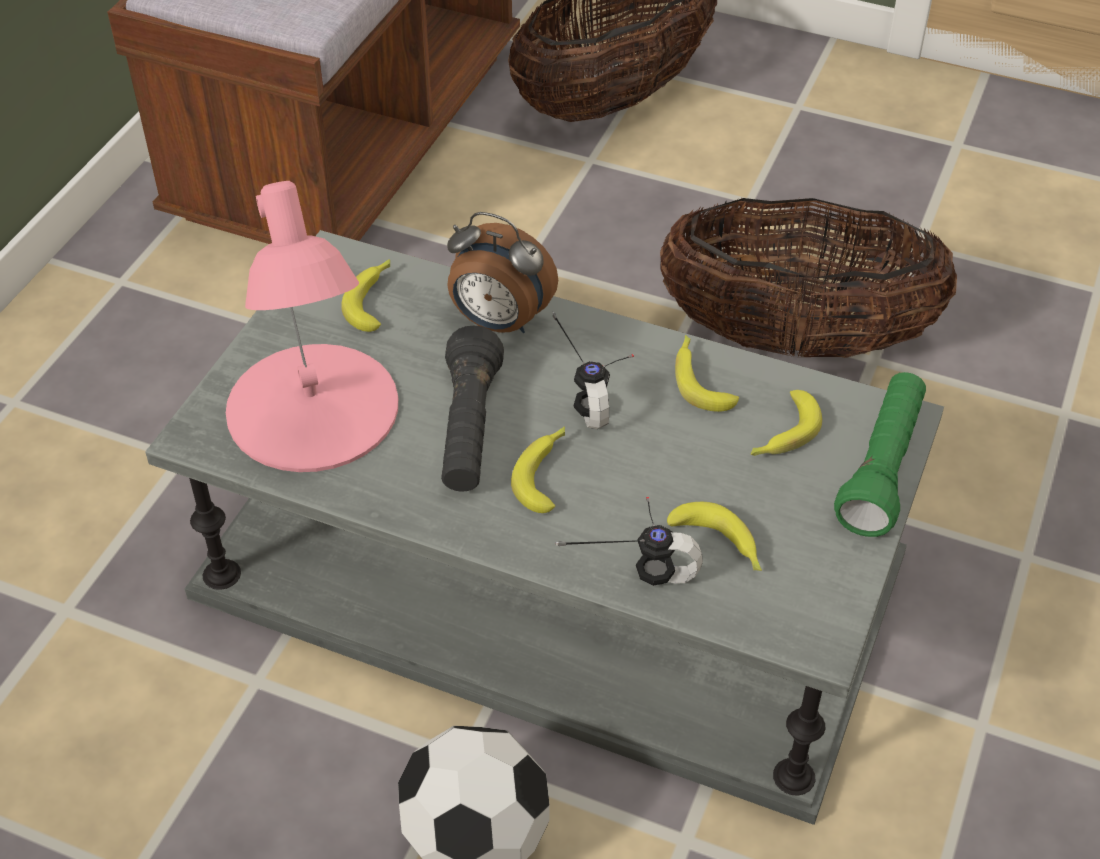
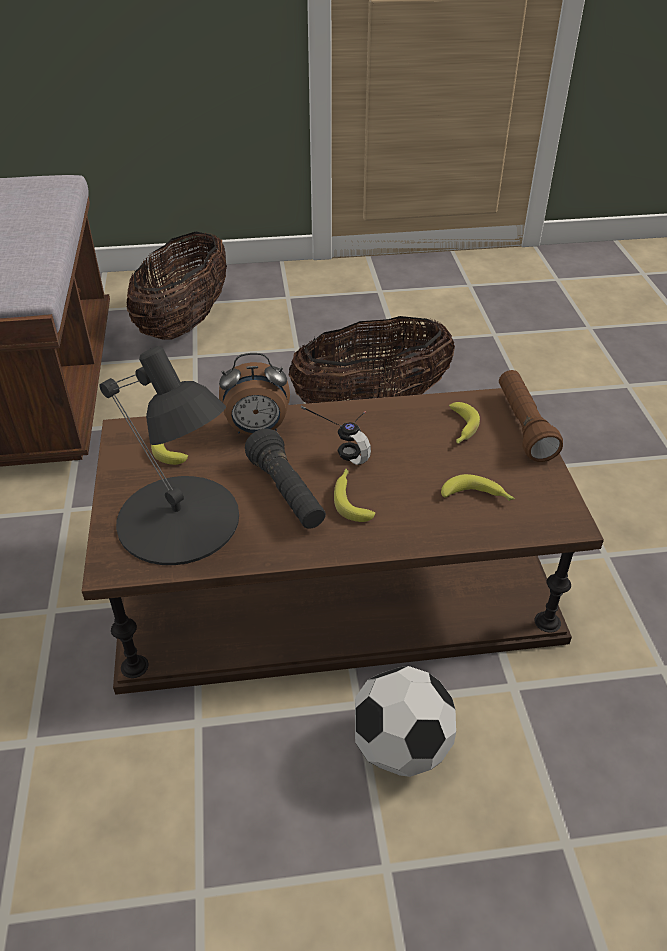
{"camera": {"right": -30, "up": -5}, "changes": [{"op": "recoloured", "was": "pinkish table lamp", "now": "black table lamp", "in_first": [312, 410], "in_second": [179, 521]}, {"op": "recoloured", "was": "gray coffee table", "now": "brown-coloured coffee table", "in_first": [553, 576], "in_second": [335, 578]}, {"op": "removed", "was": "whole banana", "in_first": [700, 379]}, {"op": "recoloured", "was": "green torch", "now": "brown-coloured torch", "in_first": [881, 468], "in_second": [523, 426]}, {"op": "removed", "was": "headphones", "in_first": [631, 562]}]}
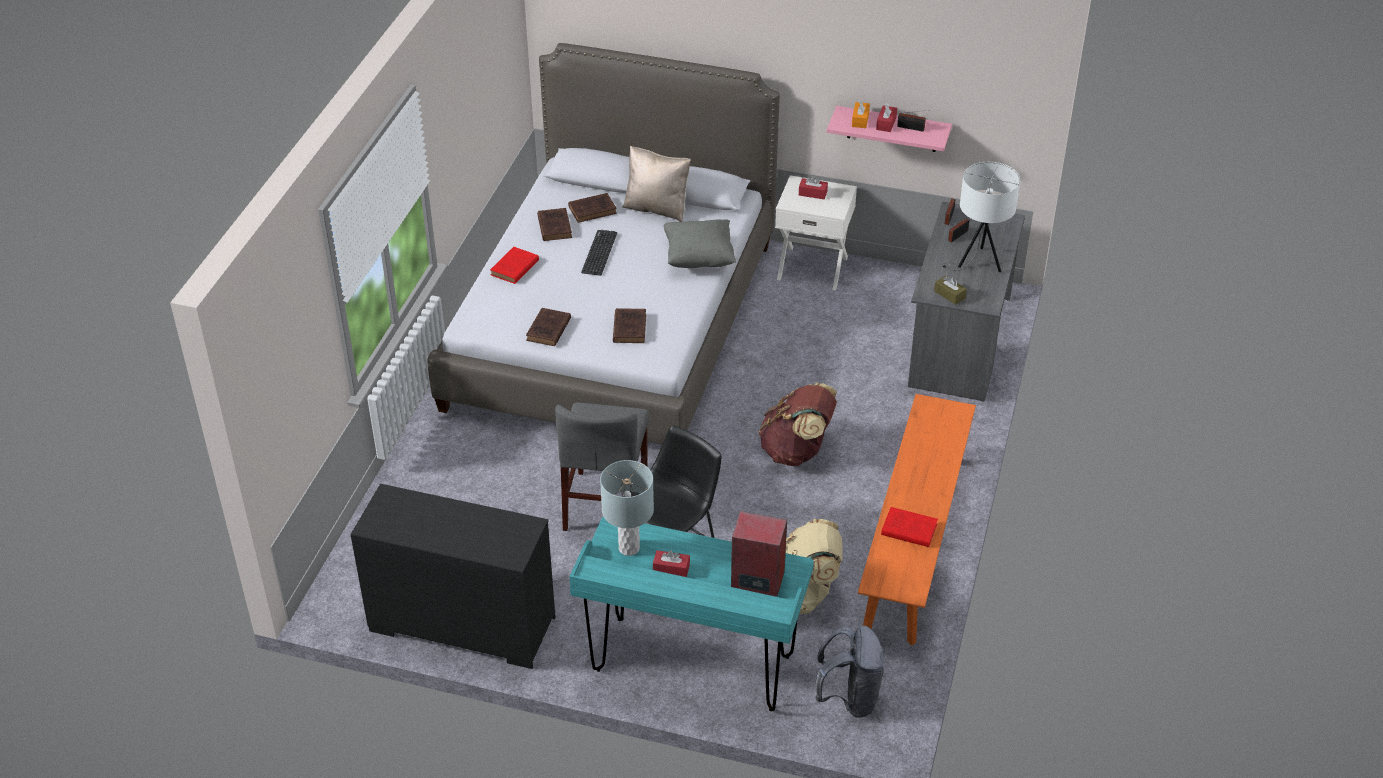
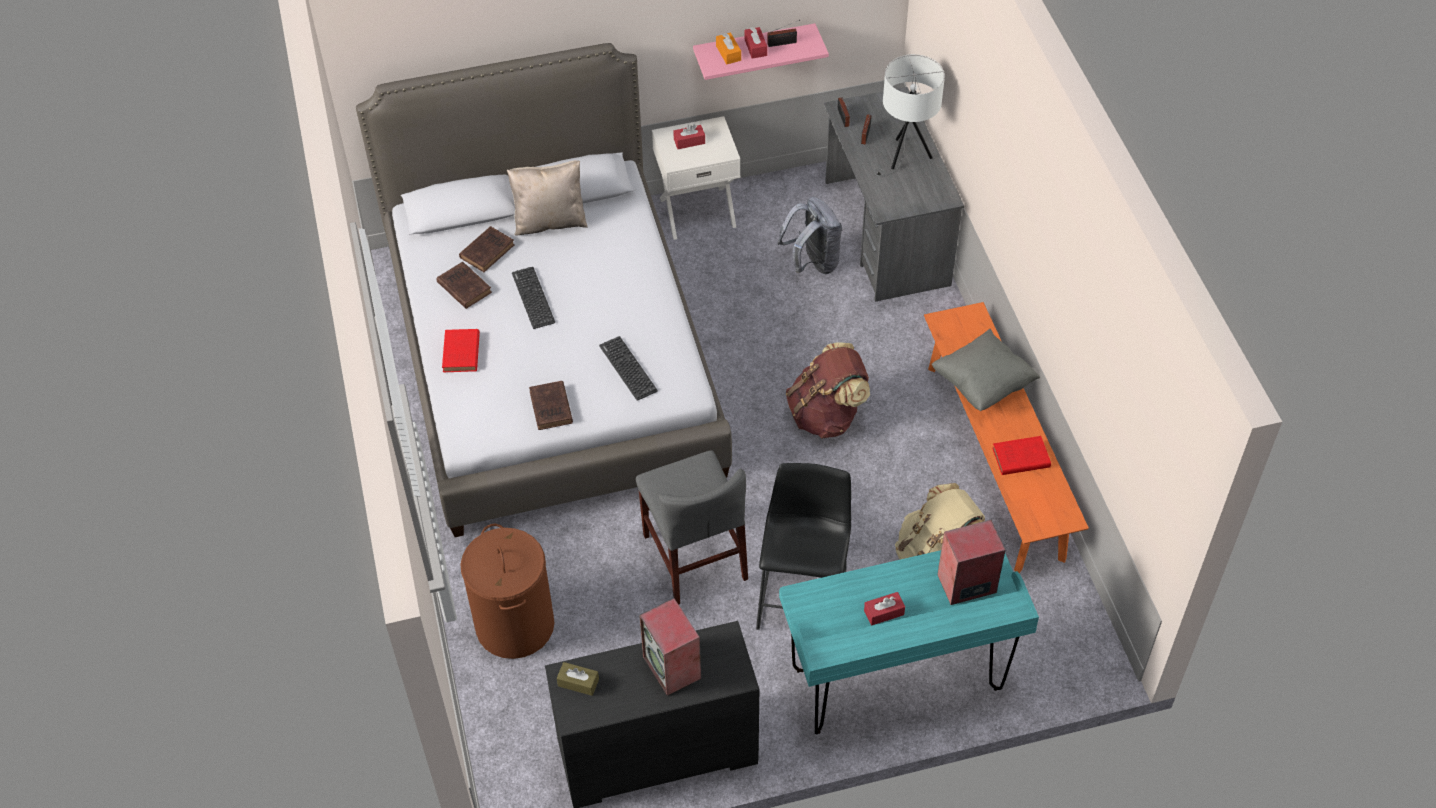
{"camera": {"right": -30, "up": 10}, "changes": [{"op": "moved", "was": "gray pillow", "in_first": [699, 258], "in_second": [983, 384]}, {"op": "moved", "was": "brown-coloured tissue holder", "in_first": [949, 295], "in_second": [578, 682]}, {"op": "replaced", "was": "brown-coloured book", "now": "keyboard", "in_first": [629, 327], "in_second": [628, 368]}, {"op": "removed", "was": "gray table lamp", "in_first": [629, 548]}, {"op": "moved", "was": "gray rucksack", "in_first": [850, 698], "in_second": [812, 263]}, {"op": "added", "now": "brown-coloured washing basket", "in_second": [514, 625]}, {"op": "added", "now": "audio speaker", "in_second": [673, 668]}]}
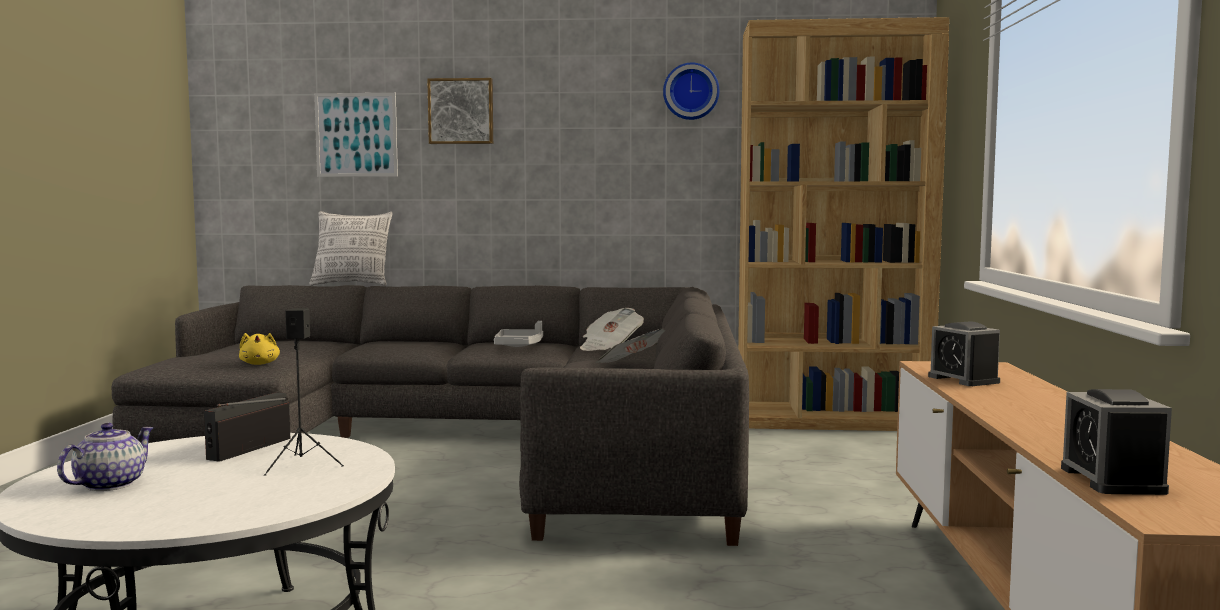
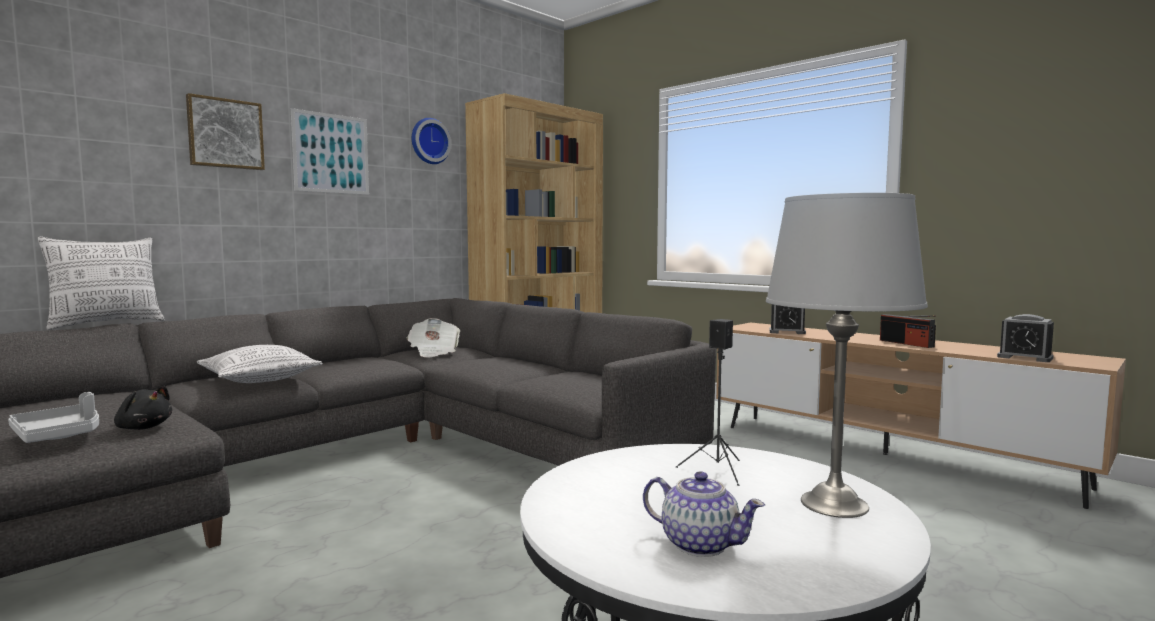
{"camera": {"right": -50, "up": 0}, "changes": [{"op": "moved", "was": "wall art", "in_first": [356, 135], "in_second": [331, 153]}, {"op": "moved", "was": "gray tray", "in_first": [519, 346], "in_second": [59, 435]}, {"op": "removed", "was": "newspaper", "in_first": [631, 367]}, {"op": "recoloured", "was": "yellow cuddly toy", "now": "black cuddly toy", "in_first": [260, 364], "in_second": [143, 427]}, {"op": "moved", "was": "radio set", "in_first": [249, 448], "in_second": [906, 343]}, {"op": "turned", "was": "pot for tea", "in_first": [108, 485], "in_second": [699, 544], "clockwise": 150}, {"op": "added", "now": "gray table lamp", "in_second": [833, 504]}, {"op": "added", "now": "pillow", "in_second": [260, 379]}]}
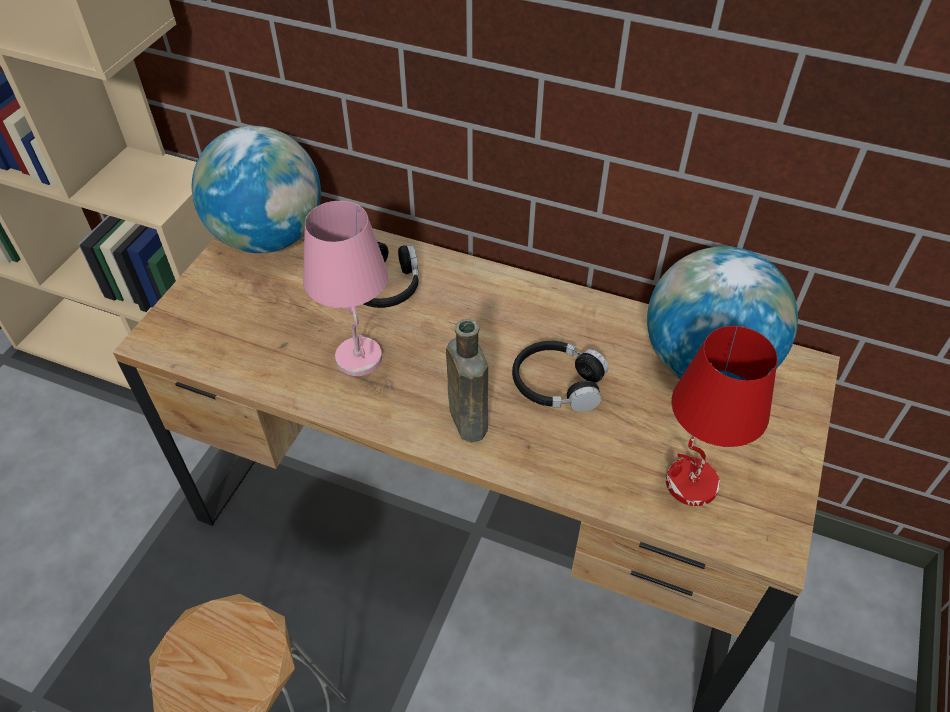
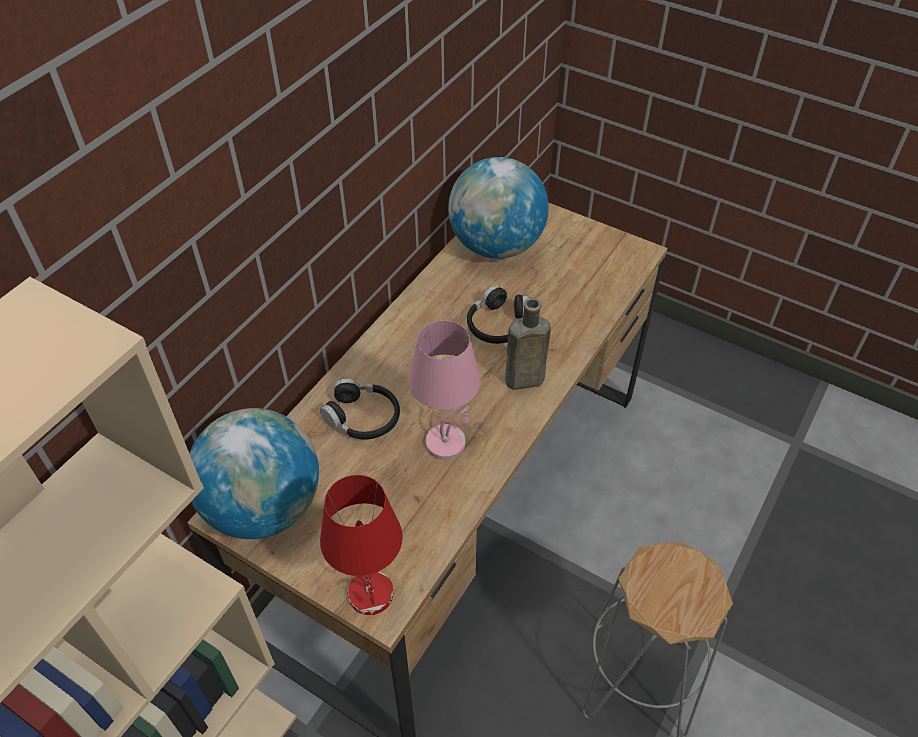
{"camera": {"right": -80, "up": 0}, "changes": [{"op": "moved", "was": "reddish table lamp", "in_first": [691, 484], "in_second": [371, 594]}]}
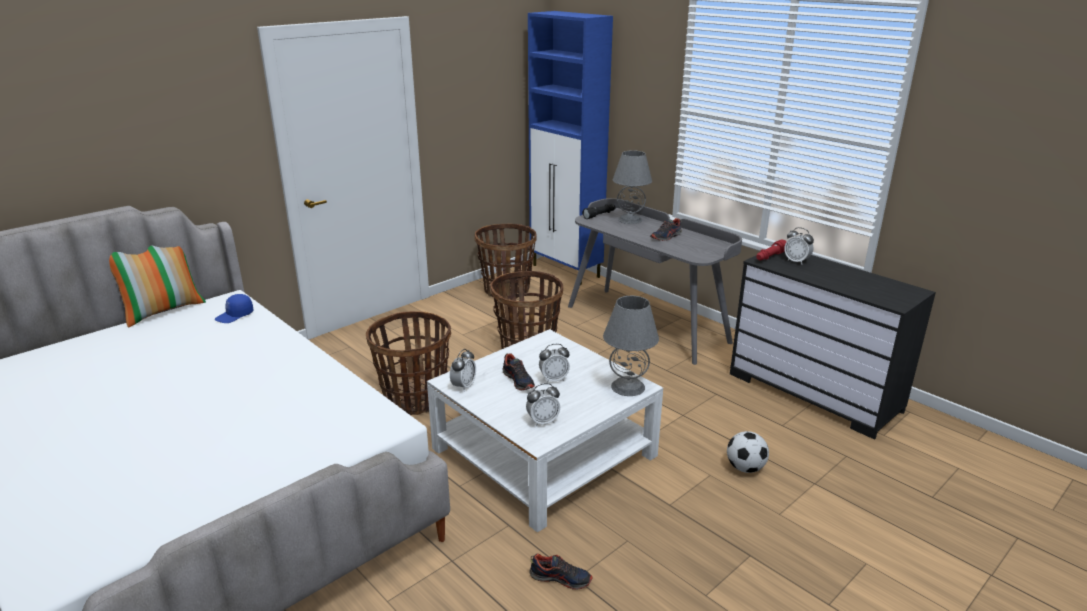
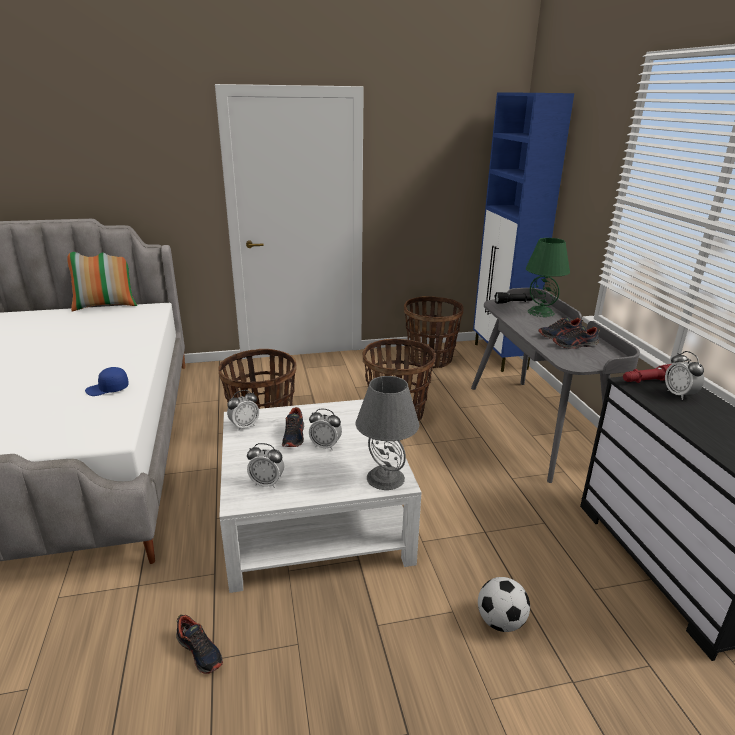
{"camera": {"right": 30, "up": 0}, "changes": [{"op": "recoloured", "was": "gray table lamp", "now": "green table lamp", "in_first": [630, 219], "in_second": [540, 312]}, {"op": "moved", "was": "blue peaked cap", "in_first": [235, 316], "in_second": [108, 389]}, {"op": "added", "now": "low shoe", "in_second": [575, 345]}]}
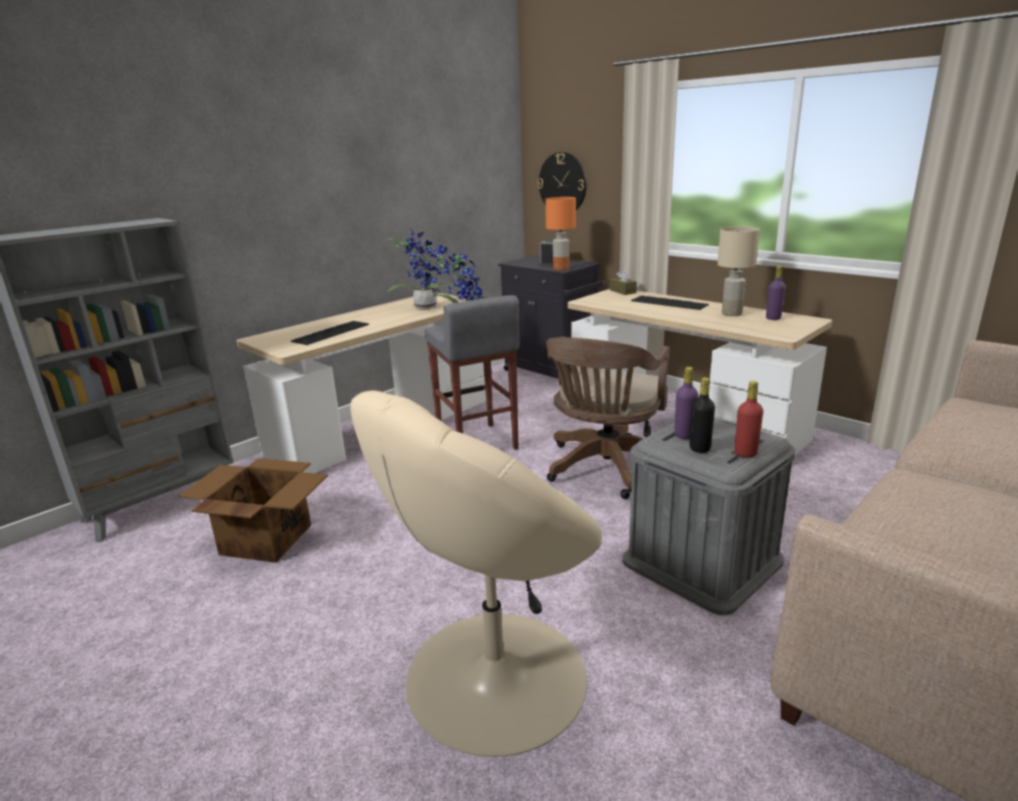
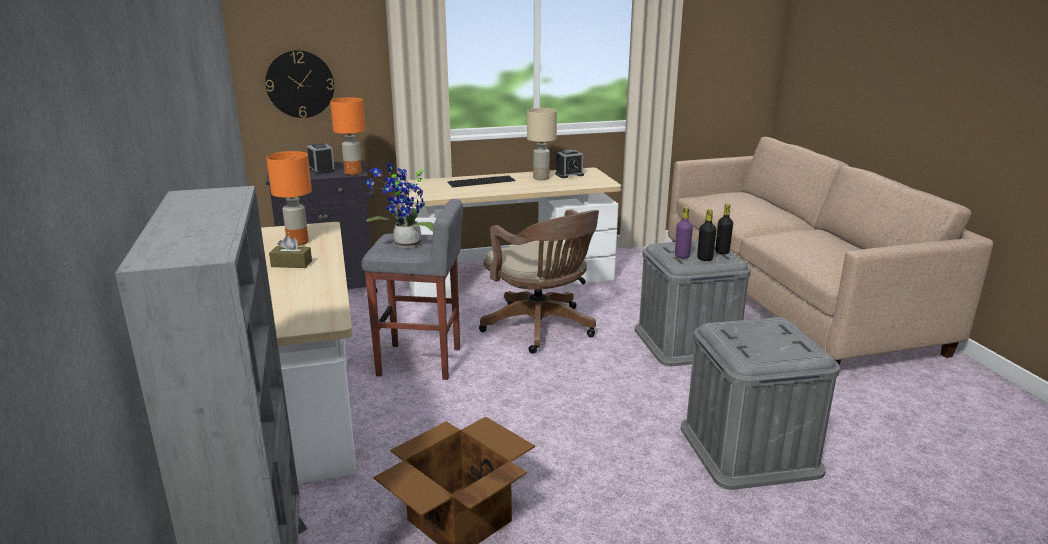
{"camera": {"right": -60, "up": 0}, "changes": [{"op": "replaced", "was": "houseplant", "now": "orange table lamp", "in_first": [425, 306], "in_second": [297, 242]}, {"op": "replaced", "was": "purple bottle", "now": "bedside clock", "in_first": [773, 318], "in_second": [569, 174]}, {"op": "moved", "was": "brown-coloured tissue holder", "in_first": [622, 291], "in_second": [291, 264]}, {"op": "removed", "was": "keyboard", "in_first": [331, 332]}, {"op": "recoloured", "was": "reddish bottle", "now": "black bottle", "in_first": [745, 453], "in_second": [722, 252]}, {"op": "replaced", "was": "sand-coloured armchair", "now": "gray storage box", "in_first": [492, 678], "in_second": [749, 449]}]}
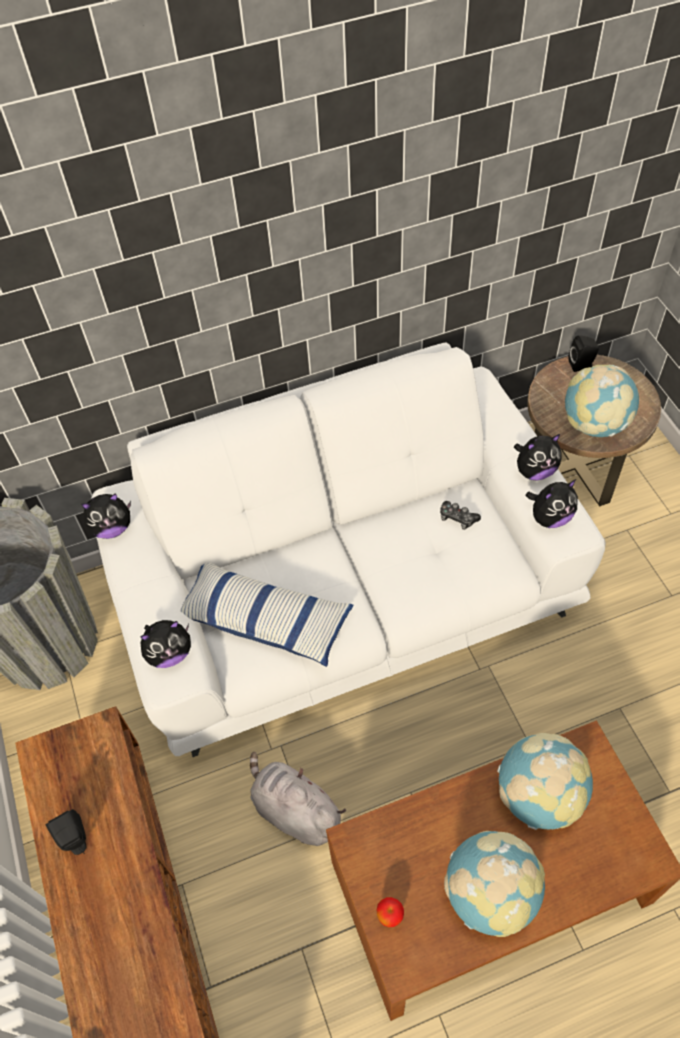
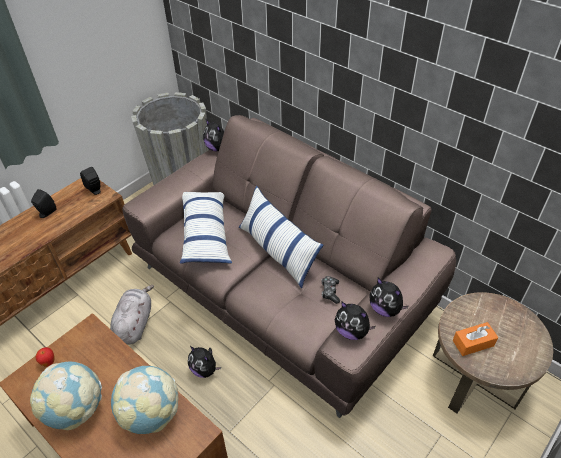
{"camera": {"right": 60, "up": -10}, "changes": [{"op": "moved", "was": "black audio speaker", "in_first": [582, 365], "in_second": [95, 190]}, {"op": "recoloured", "was": "white couch", "now": "brown-coloured couch", "in_first": [346, 592], "in_second": [282, 289]}, {"op": "replaced", "was": "world globe", "now": "orange tissue holder", "in_first": [594, 424], "in_second": [473, 343]}, {"op": "moved", "was": "cuddly toy", "in_first": [169, 653], "in_second": [205, 369]}, {"op": "added", "now": "pillow", "in_second": [277, 250]}]}
